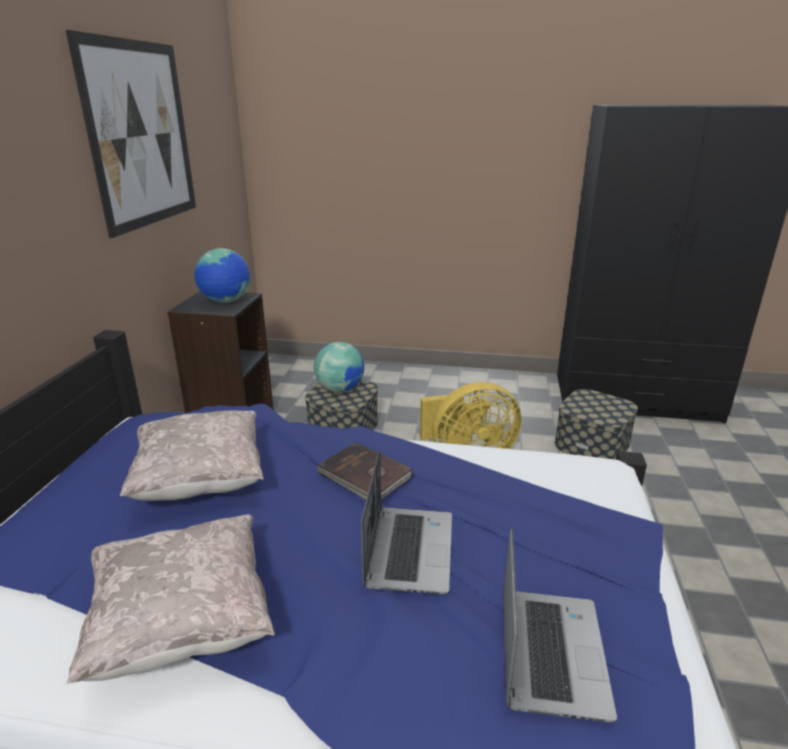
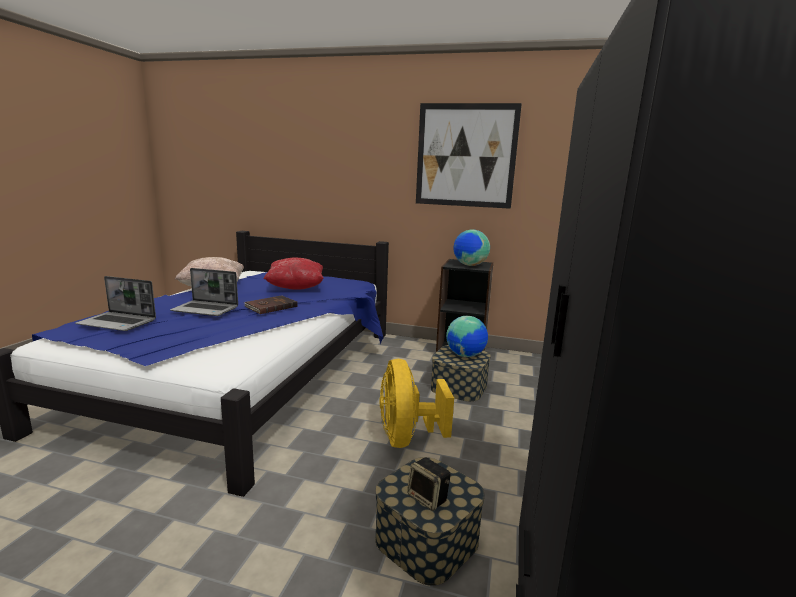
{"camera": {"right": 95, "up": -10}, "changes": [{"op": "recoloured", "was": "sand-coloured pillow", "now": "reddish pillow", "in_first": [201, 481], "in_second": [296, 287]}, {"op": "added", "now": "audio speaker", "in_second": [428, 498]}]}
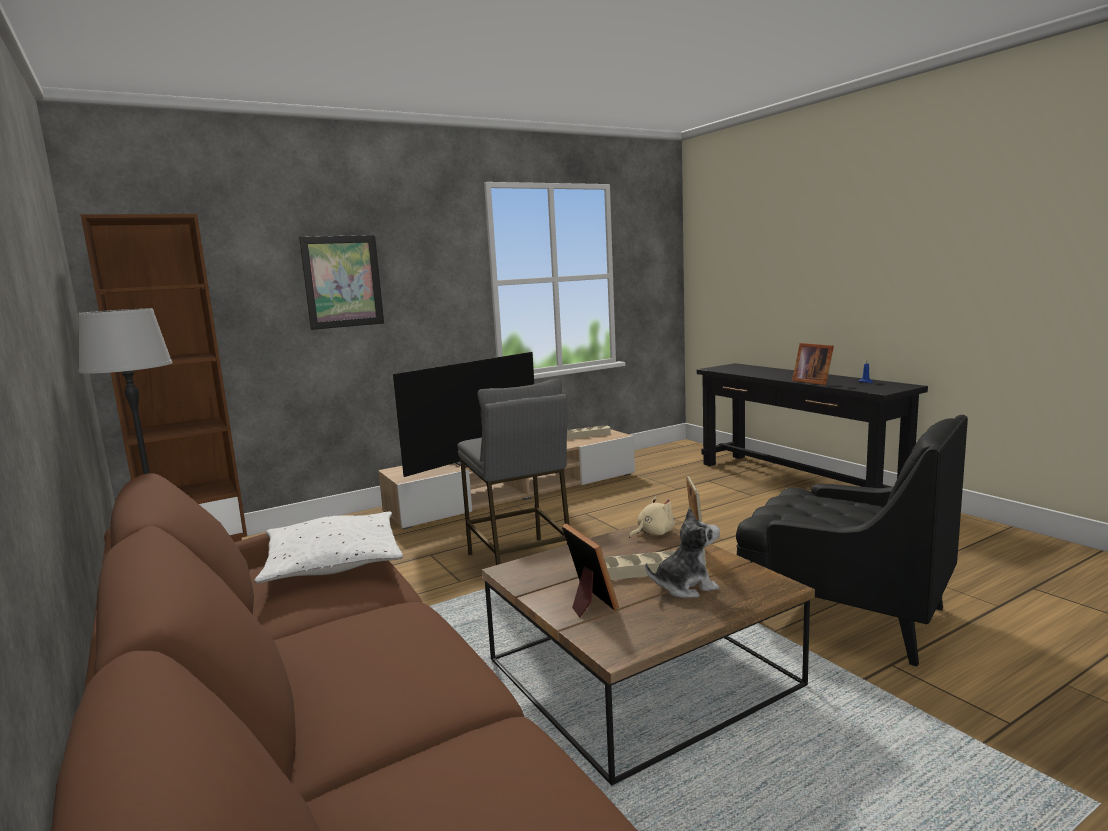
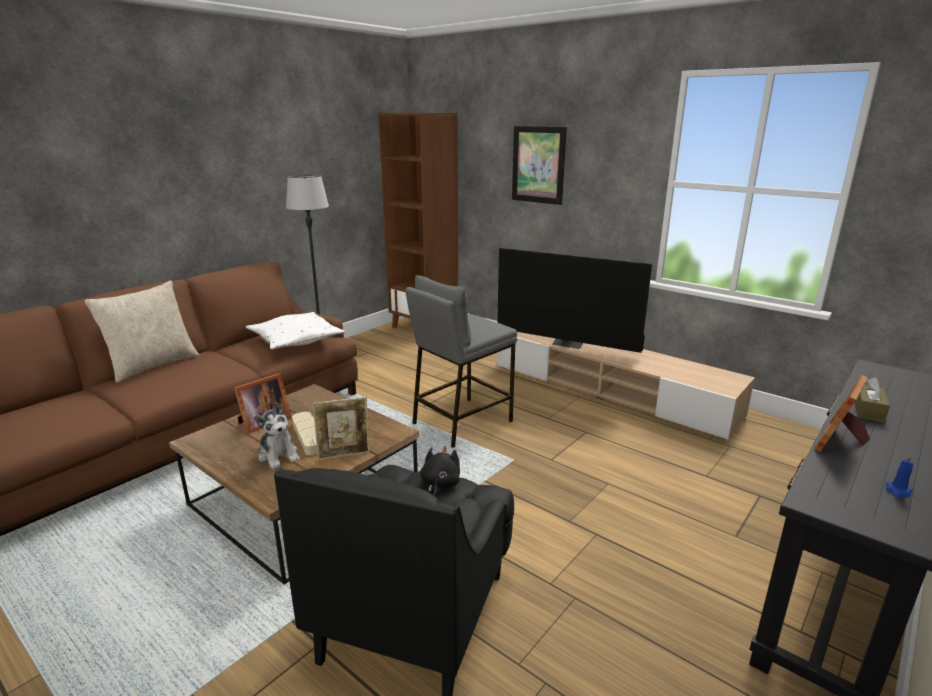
{"camera": {"right": 70, "up": 10}, "changes": [{"op": "removed", "was": "sand-coloured tray", "in_first": [586, 435]}, {"op": "removed", "was": "sand-coloured cuddly toy", "in_first": [653, 533]}, {"op": "added", "now": "sand-coloured pillow", "in_second": [153, 365]}, {"op": "added", "now": "brown-coloured tissue holder", "in_second": [868, 411]}, {"op": "added", "now": "black cuddly toy", "in_second": [439, 484]}]}
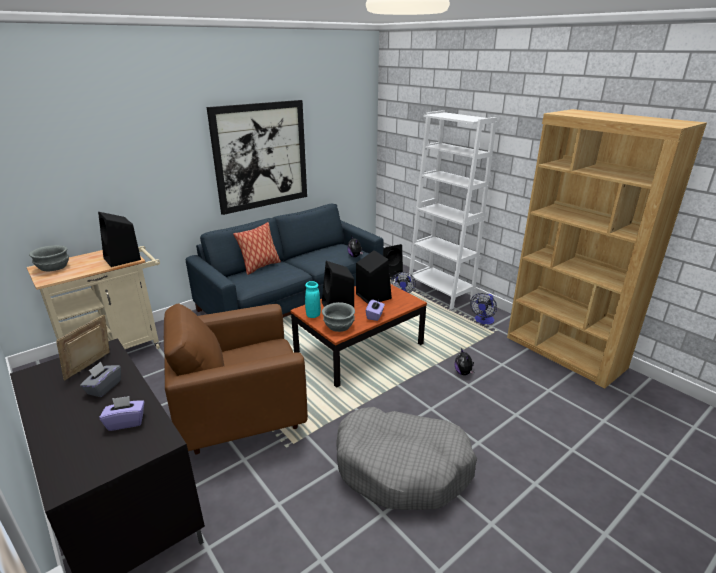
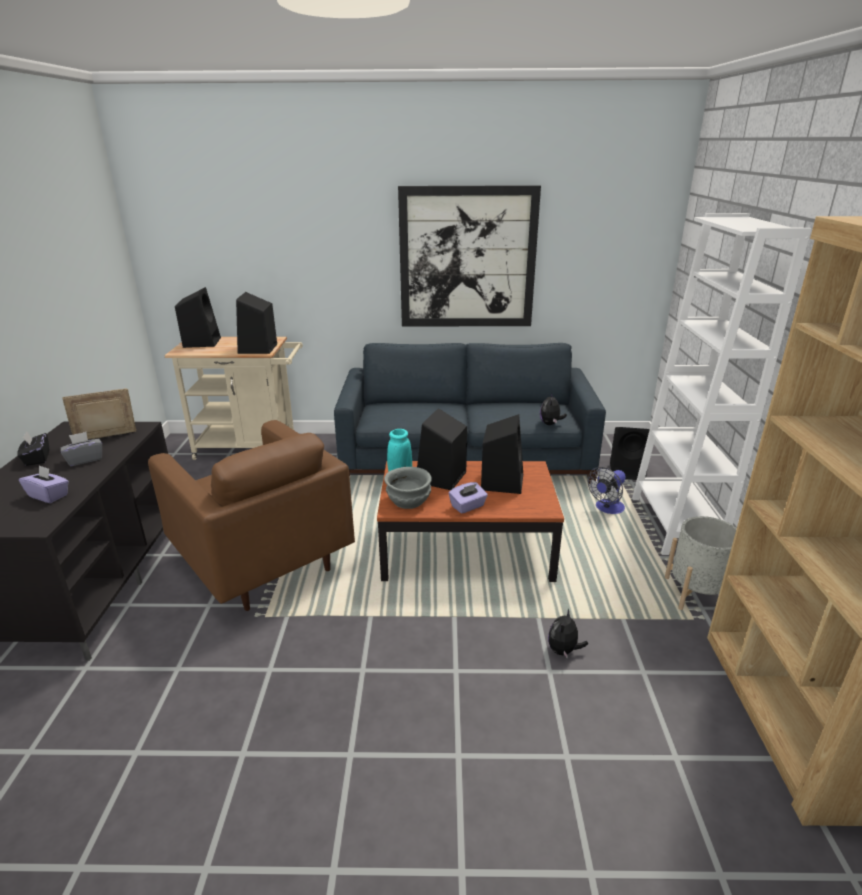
{"camera": {"right": 40, "up": 0}, "changes": [{"op": "removed", "was": "pillow", "in_first": [260, 267]}, {"op": "replaced", "was": "gray serving bowl", "now": "black audio speaker", "in_first": [53, 267], "in_second": [202, 342]}, {"op": "replaced", "was": "cooling fan", "now": "gray plant pot", "in_first": [483, 321], "in_second": [696, 594]}, {"op": "turned", "was": "brown-coloured armchair", "in_first": [242, 416], "in_second": [261, 561], "clockwise": -150}, {"op": "removed", "was": "gray dog cushion", "in_first": [402, 467]}, {"op": "added", "now": "black tissue holder", "in_second": [37, 458]}]}
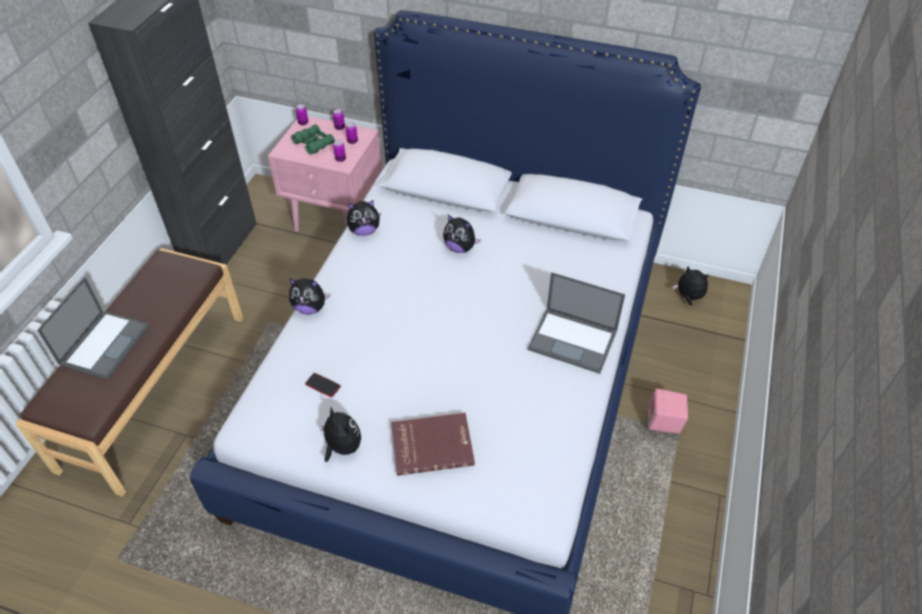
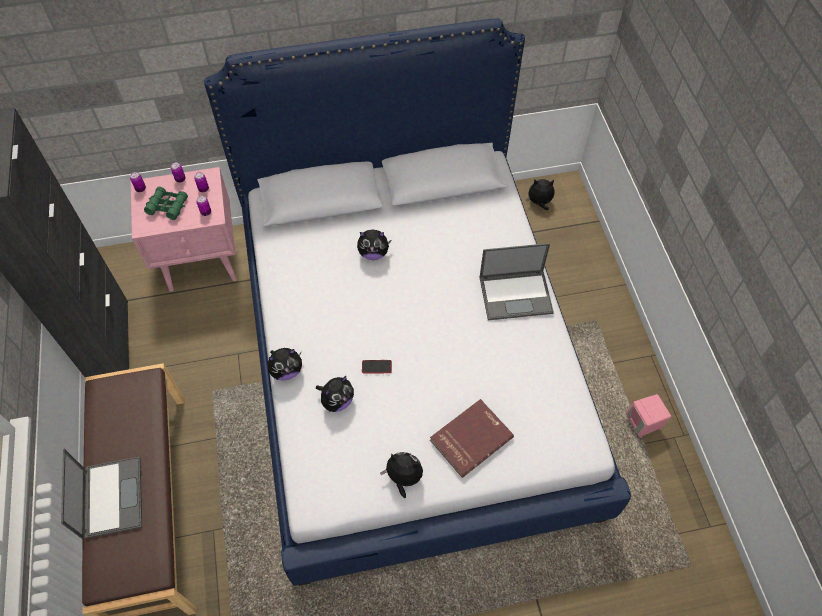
{"camera": {"right": -30, "up": 10}, "changes": [{"op": "moved", "was": "cuddly toy", "in_first": [364, 231], "in_second": [337, 401]}, {"op": "moved", "was": "telephone", "in_first": [323, 385], "in_second": [376, 367]}, {"op": "moved", "was": "pinkish audio speaker", "in_first": [663, 424], "in_second": [643, 423]}]}
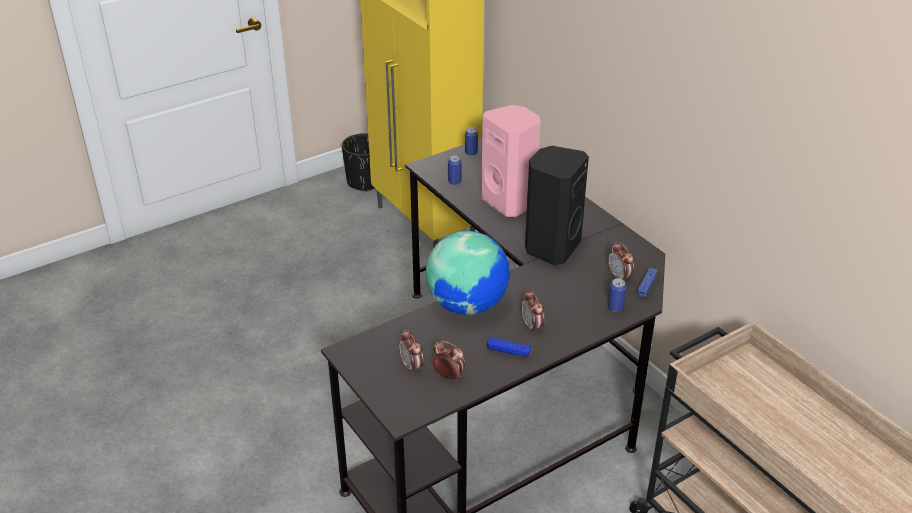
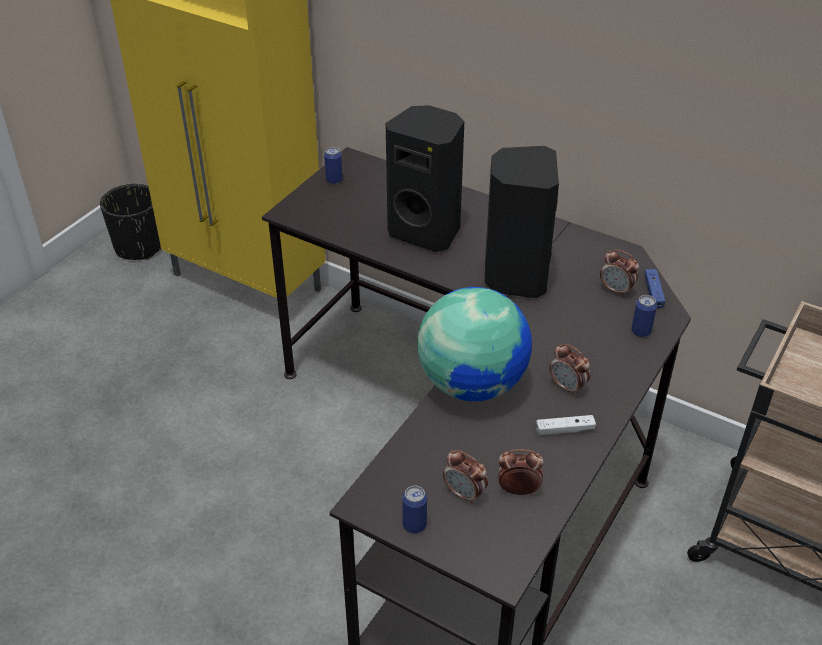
{"camera": {"right": -25, "up": 5}, "changes": [{"op": "recoloured", "was": "pinkish audio speaker", "now": "black audio speaker", "in_first": [510, 202], "in_second": [426, 231]}, {"op": "moved", "was": "can", "in_first": [454, 182], "in_second": [414, 525]}, {"op": "recoloured", "was": "blue gamepad", "now": "white gamepad", "in_first": [508, 351], "in_second": [565, 430]}]}
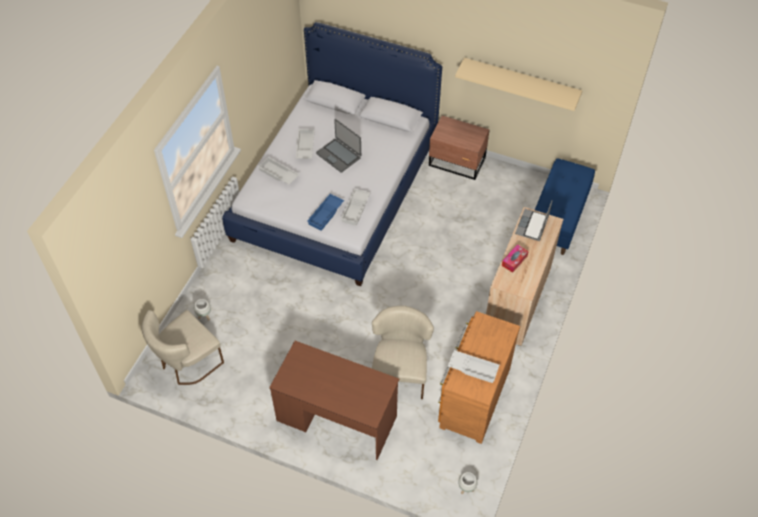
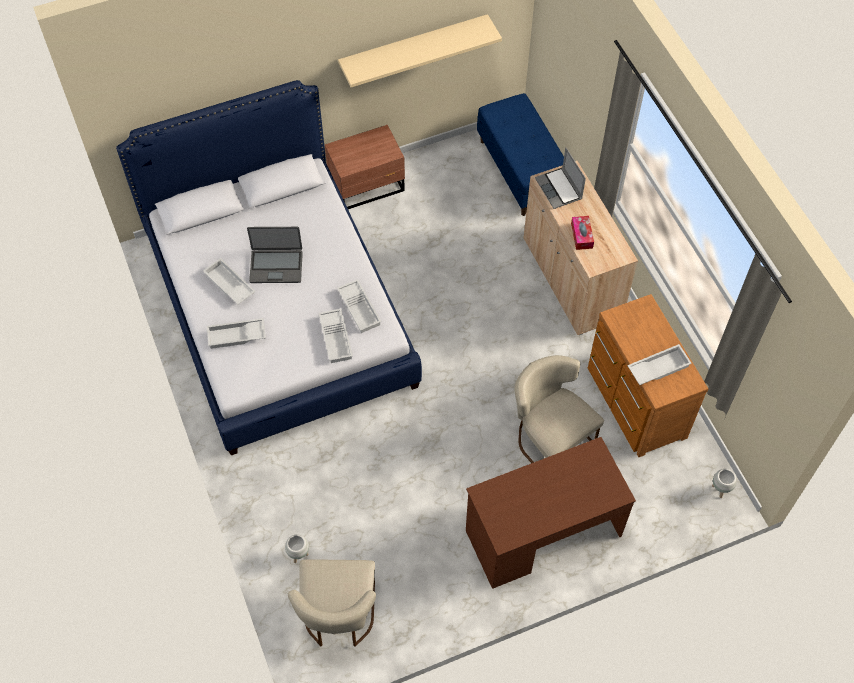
{"camera": {"right": -45, "up": 5}, "changes": [{"op": "recoloured", "was": "blue tray", "now": "white tray", "in_first": [326, 214], "in_second": [337, 338]}]}
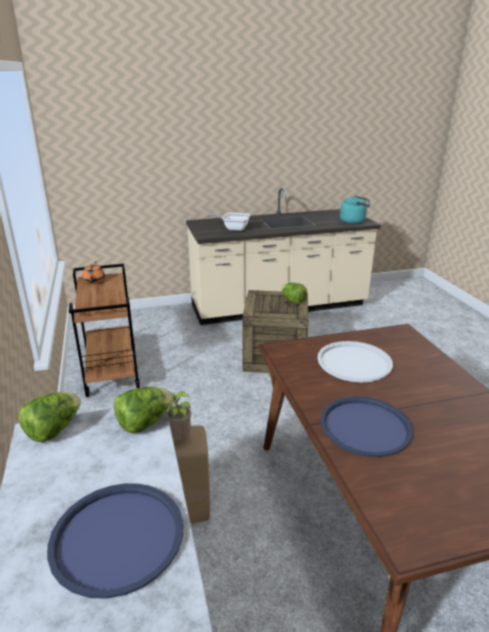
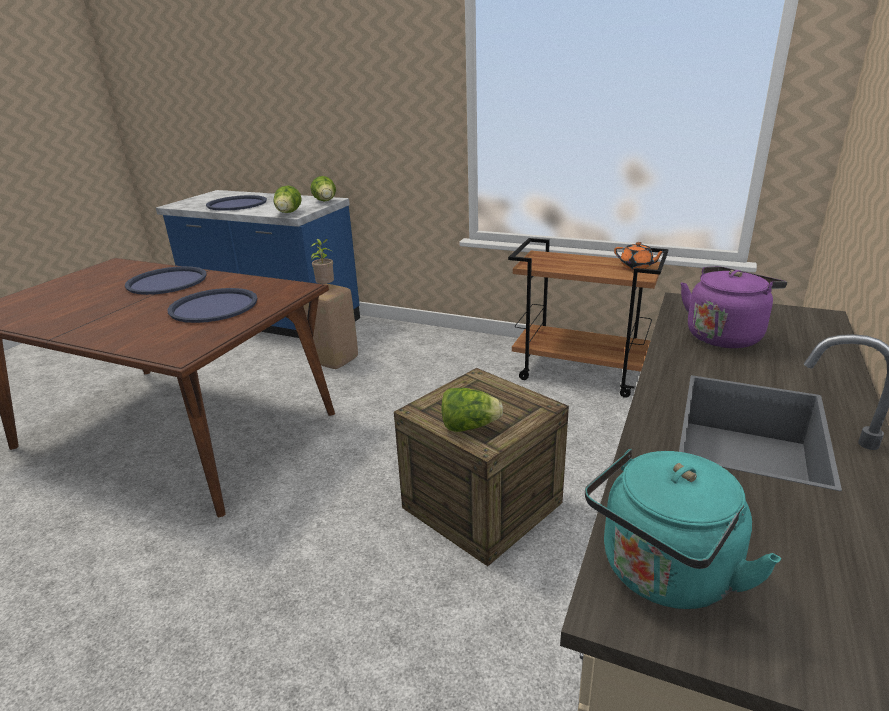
{"camera": {"right": 130, "up": 0}, "changes": [{"op": "replaced", "was": "frying pan", "now": "purple water kettle", "in_first": [233, 228], "in_second": [725, 335]}, {"op": "recoloured", "was": "white tray", "now": "blue tray", "in_first": [354, 362], "in_second": [213, 306]}]}
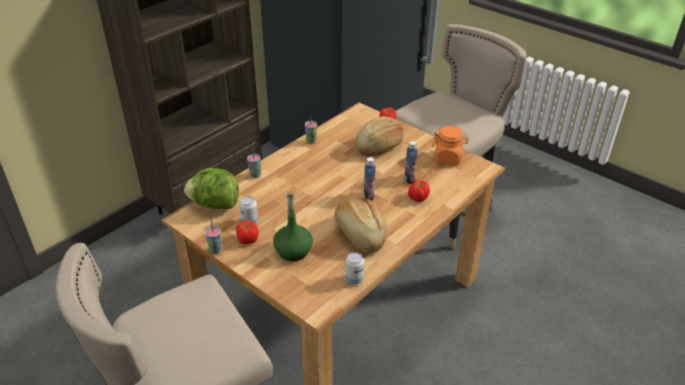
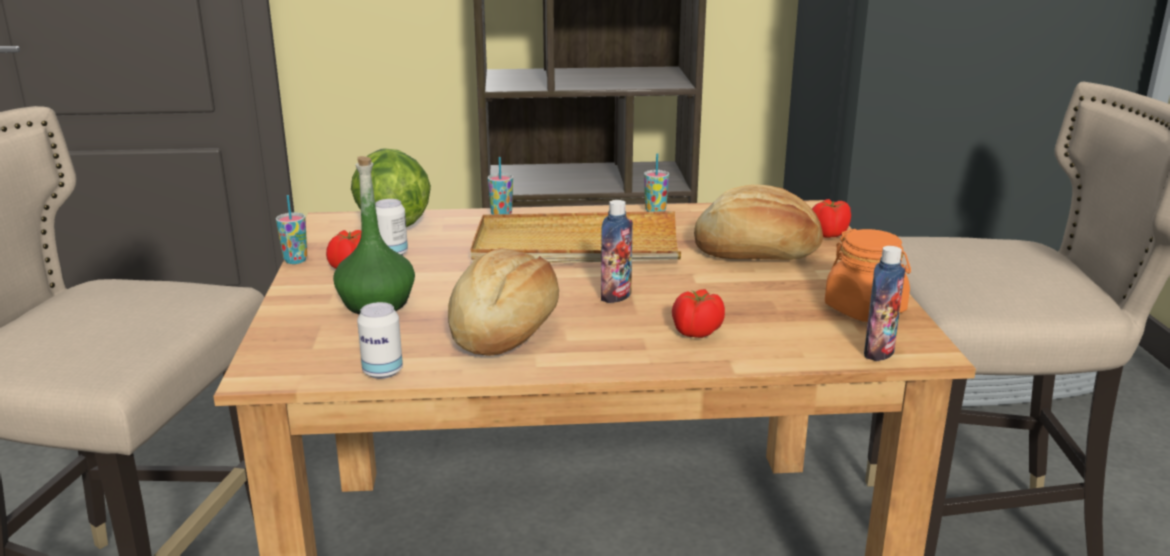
{"camera": {"right": 45, "up": -15}, "changes": [{"op": "moved", "was": "bottle", "in_first": [409, 179], "in_second": [879, 352]}, {"op": "added", "now": "sand-coloured tray", "in_second": [576, 247]}]}
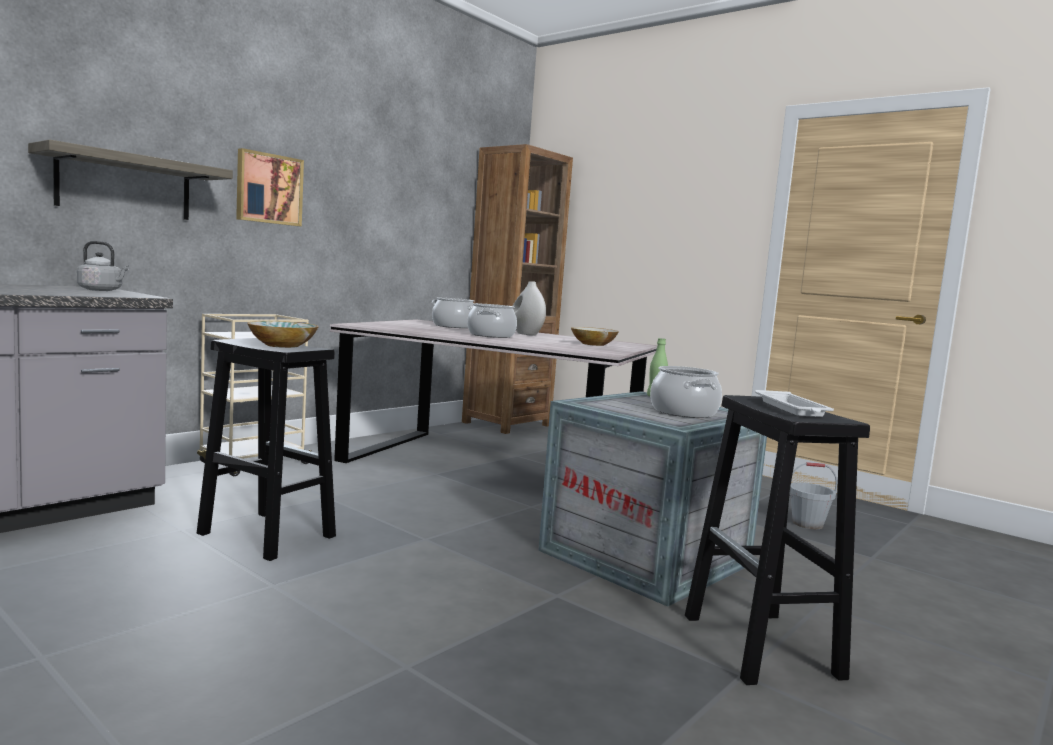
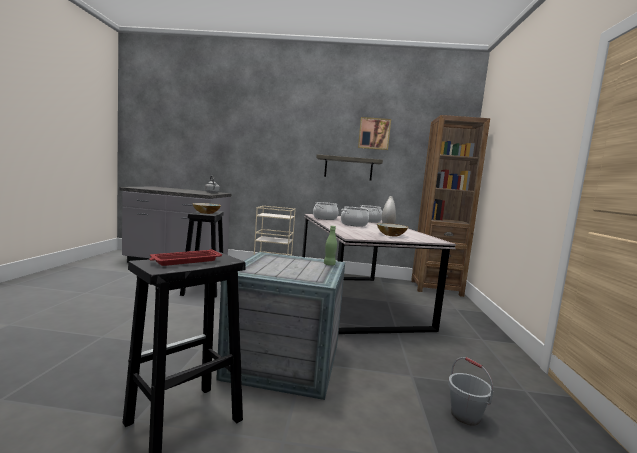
{"camera": {"right": 55, "up": 0}, "changes": [{"op": "moved", "was": "bracket shelf", "in_first": [125, 186], "in_second": [348, 168]}, {"op": "moved", "was": "wall art", "in_first": [268, 189], "in_second": [374, 133]}, {"op": "moved", "was": "saucepot", "in_first": [683, 412], "in_second": [325, 218]}, {"op": "recoloured", "was": "white tray", "now": "reddish tray", "in_first": [792, 409], "in_second": [185, 261]}]}
